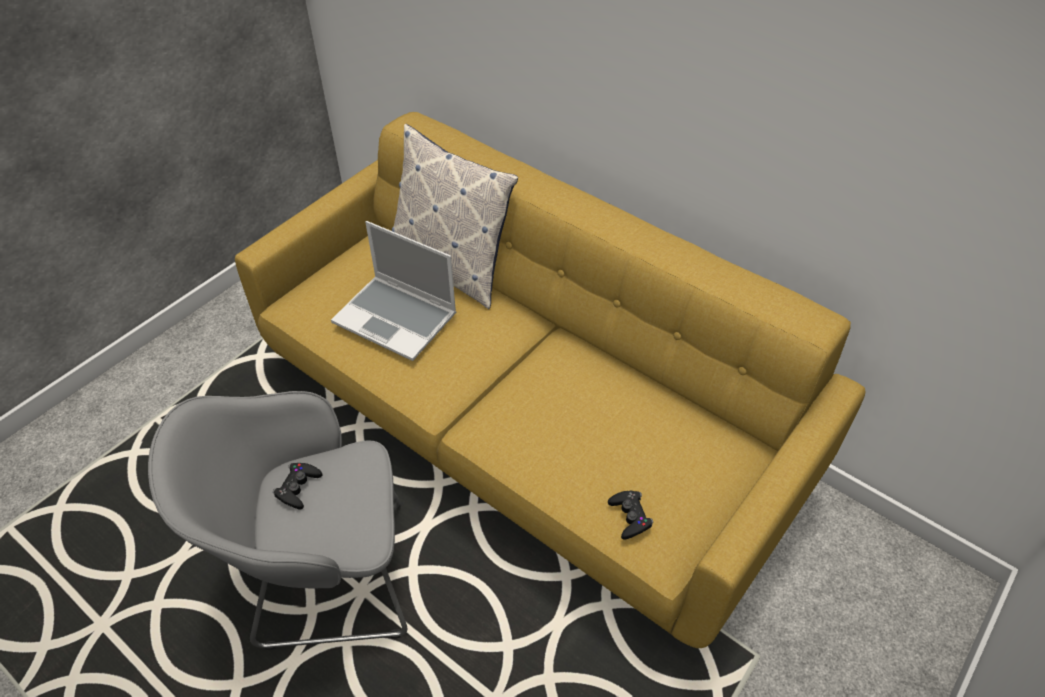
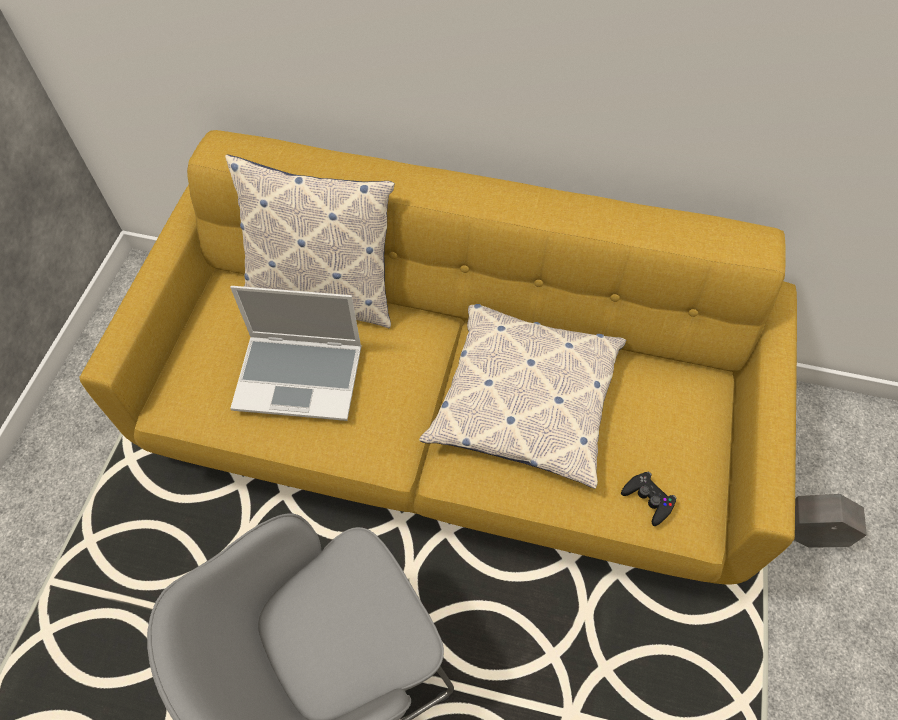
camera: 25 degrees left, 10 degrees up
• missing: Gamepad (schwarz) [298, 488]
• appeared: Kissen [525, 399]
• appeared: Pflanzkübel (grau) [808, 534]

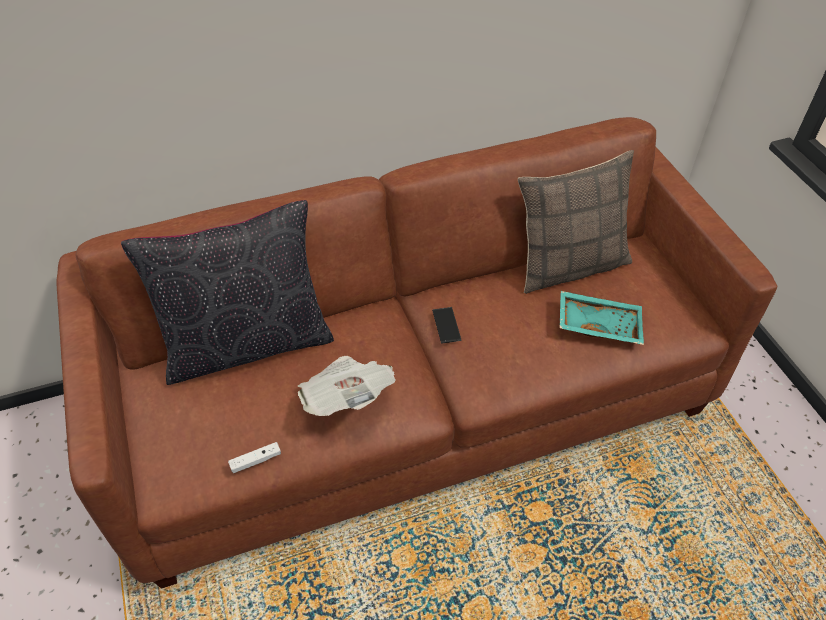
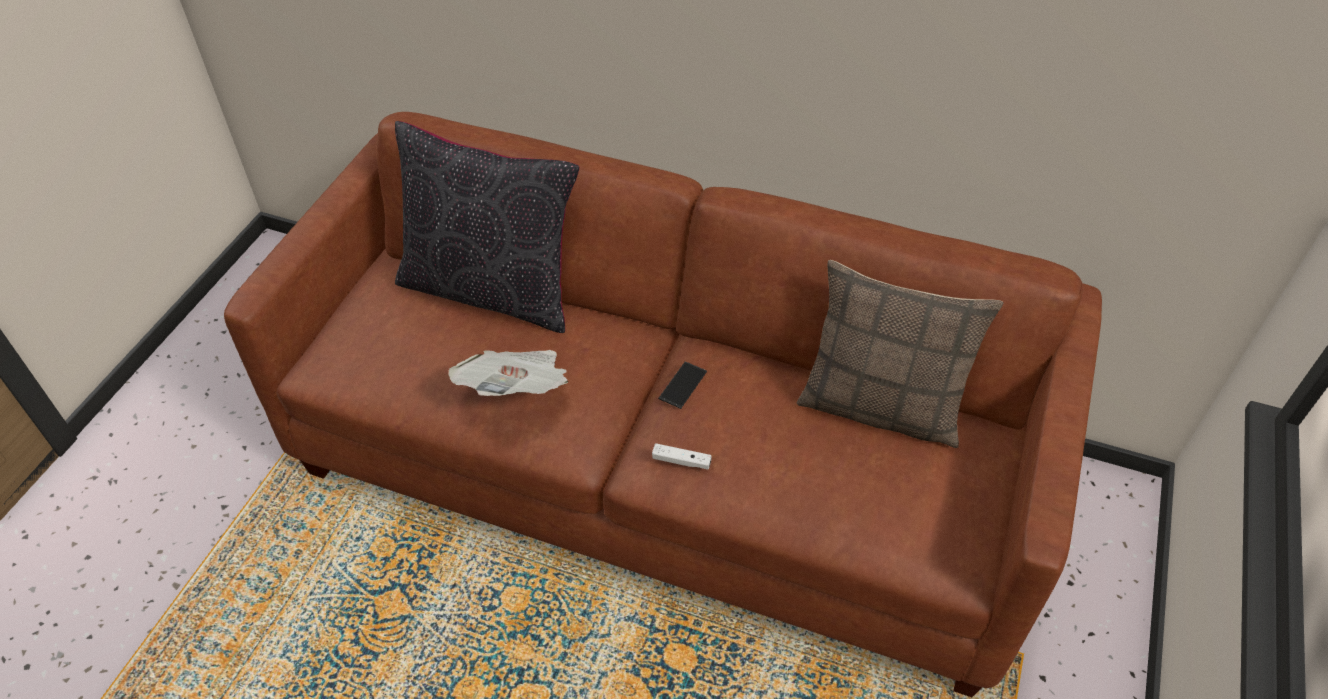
camera: 40 degrees right, 0 degrees up
• missing: Tablett (türkis) [599, 324]
• relocated: Gamepad (weiß) [255, 461] to [681, 461]

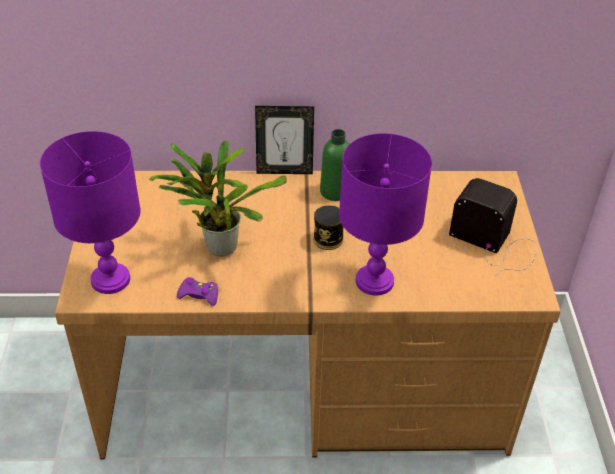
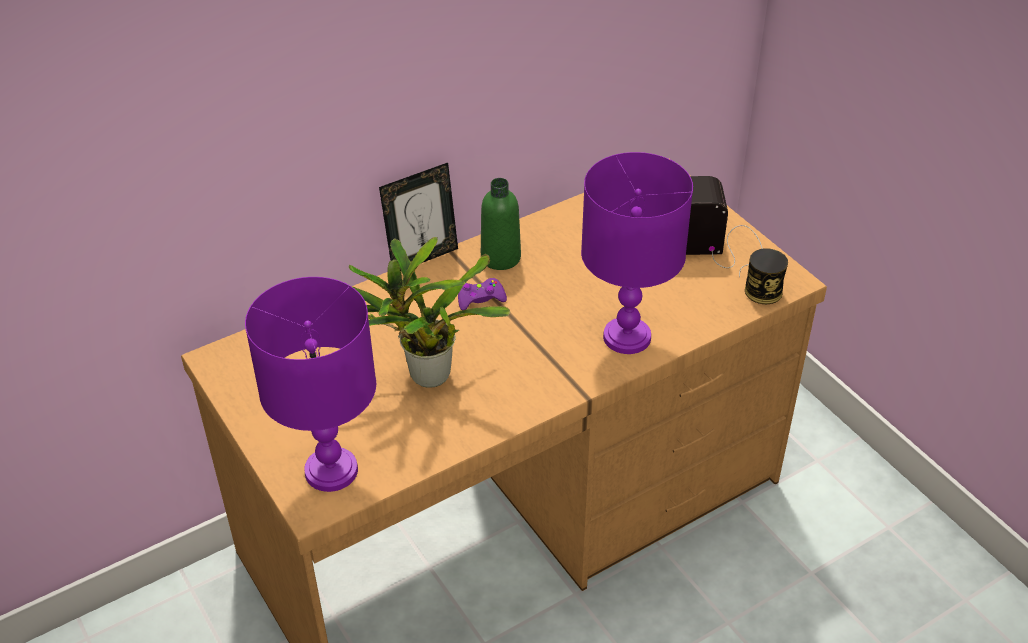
camera: 30 degrees left, 0 degrees up
• relocated: Gamepad (lila) [199, 295] to [480, 299]
• relocated: Dose [328, 239] to [763, 291]

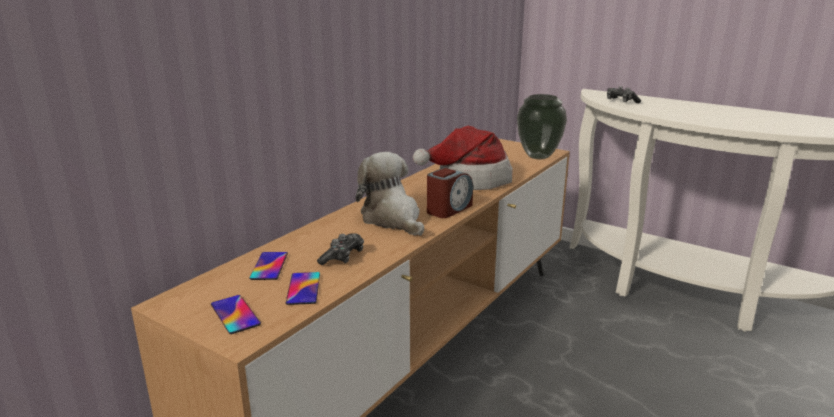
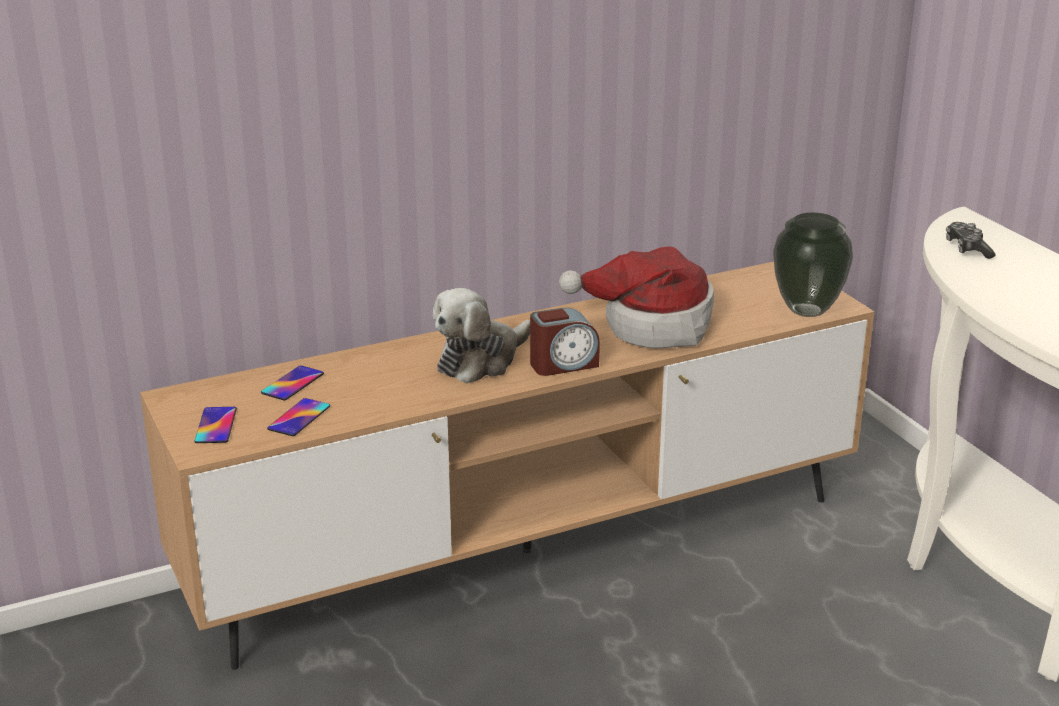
camera: 30 degrees right, 5 degrees up
• missing: Gamepad [343, 257]
• spun: Plüschtier [392, 219] = [481, 360] 135 degrees counterclockwise

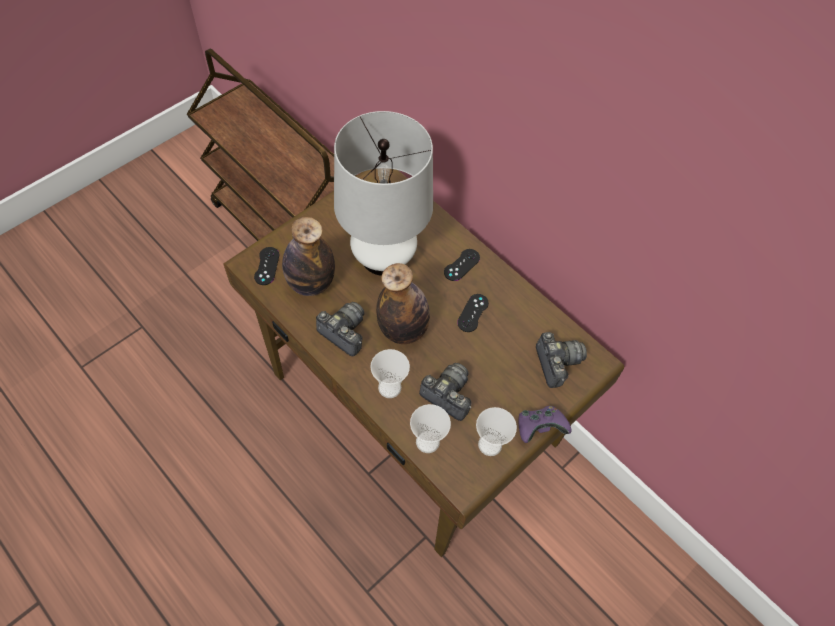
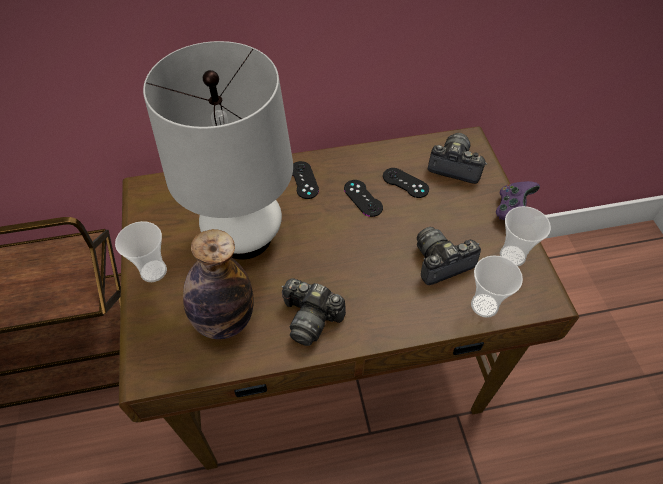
camera: 55 degrees left, 5 degrees down
• missing: Flasche [403, 329]
• relocated: Gamepad (schwarz) [267, 266] to [405, 183]
• relocated: Tasse [389, 387] to [153, 271]
• spun: Kamera [344, 333] = [311, 318] 135 degrees counterclockwise

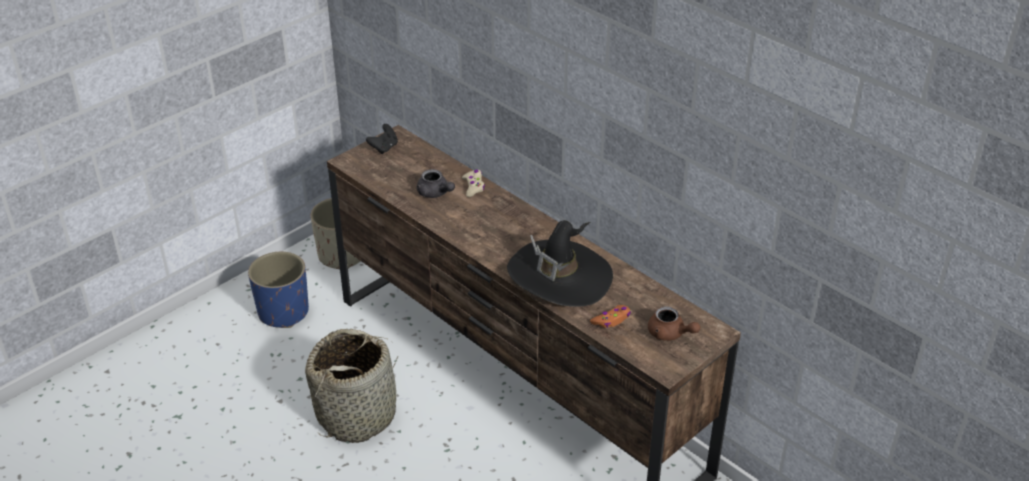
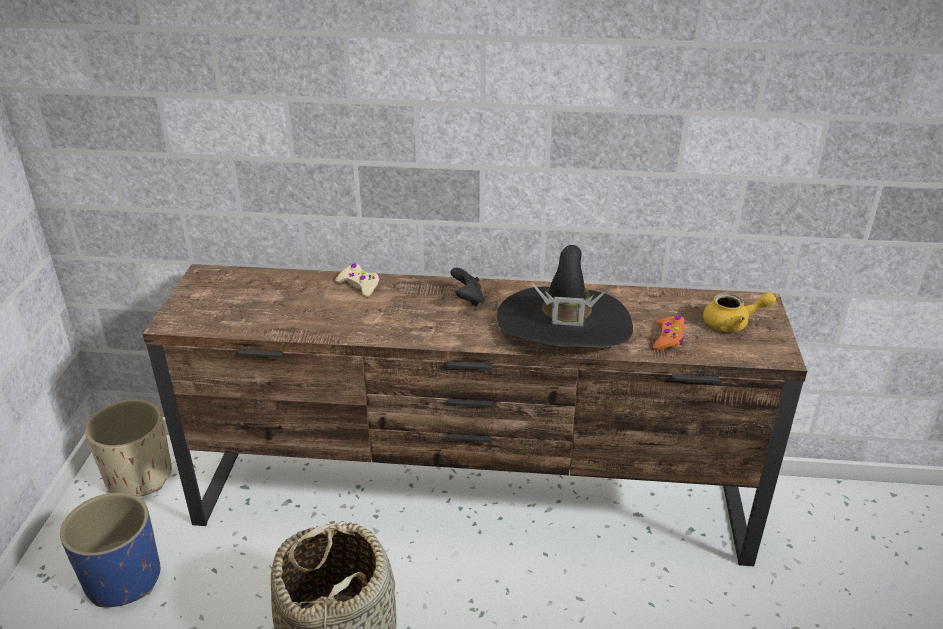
camera: 40 degrees left, 5 degrees down
• missing: Teekanne (grau) [435, 193]
• relocated: Gamepad (schwarz) [384, 148] to [467, 299]
• colour: Teekanne (braun) [670, 334] to Teekanne (gelb) [732, 323]

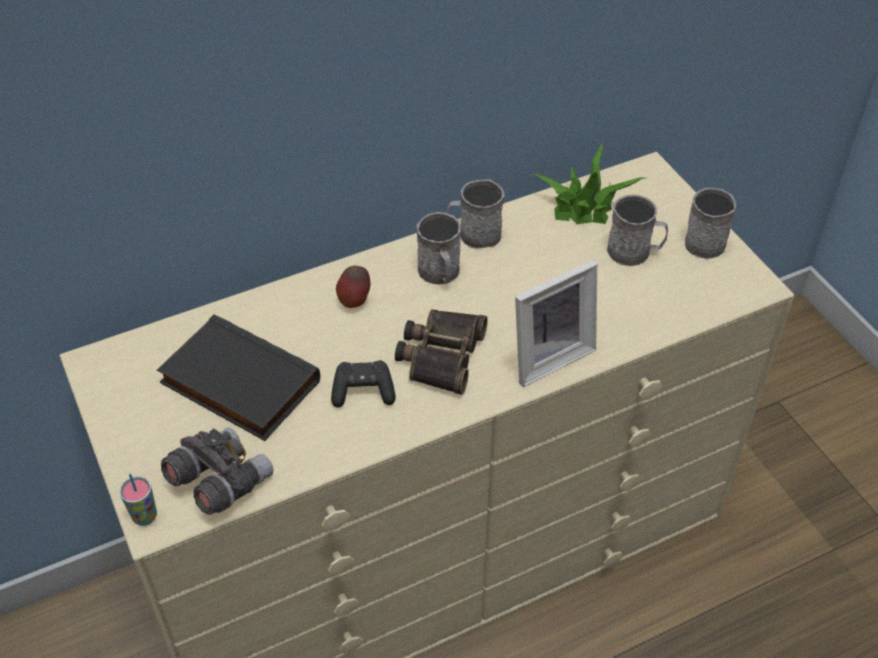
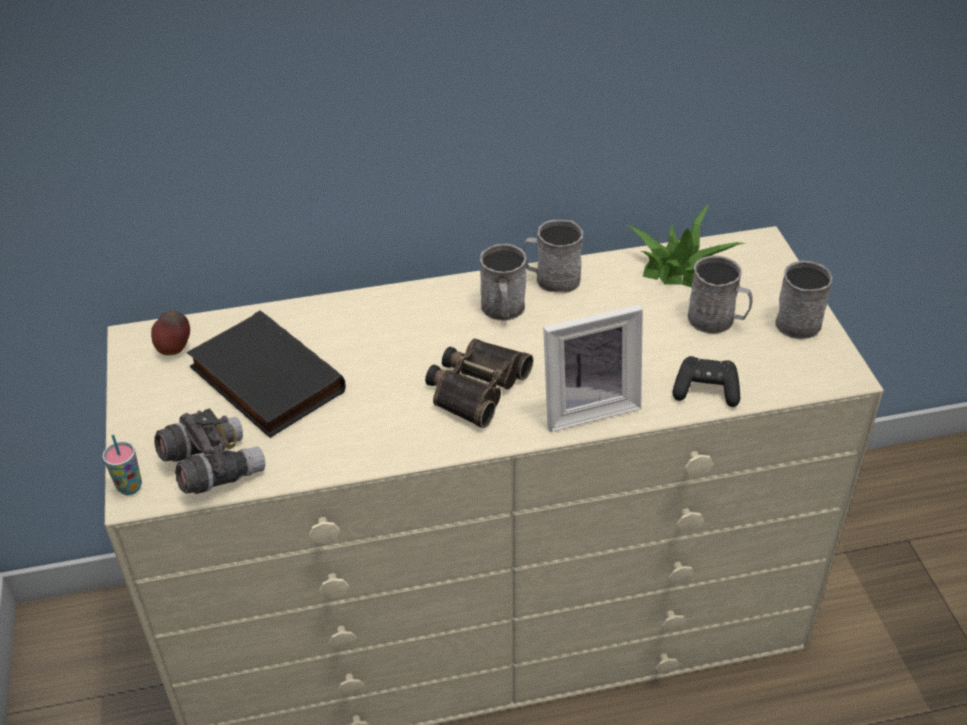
camera: 15 degrees right, 5 degrees down
• relocated: Gamepad (schwarz) [363, 391] to [706, 390]
• relocated: Apfel [355, 301] to [175, 350]

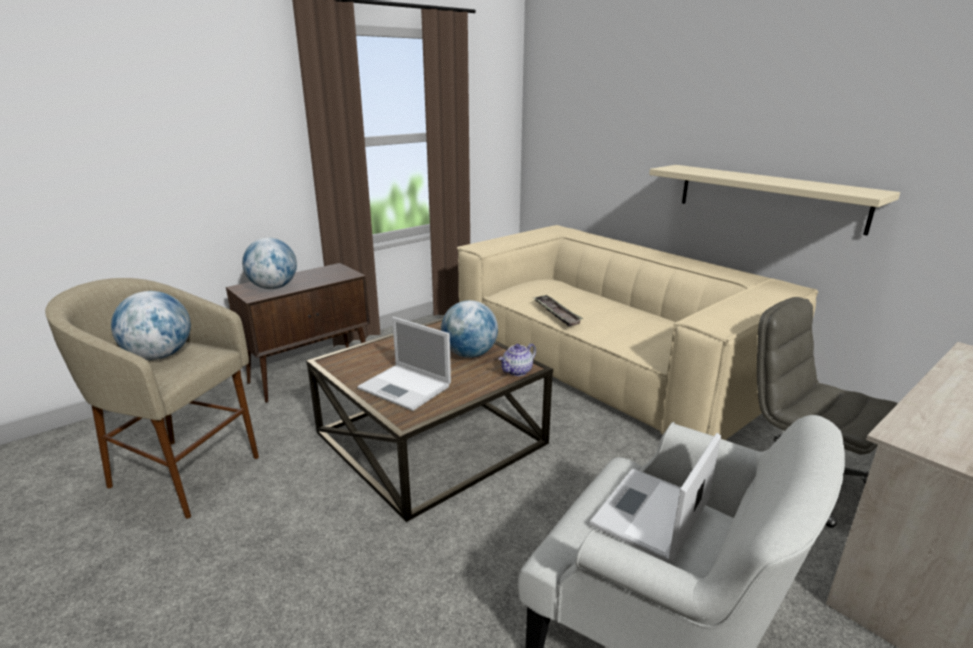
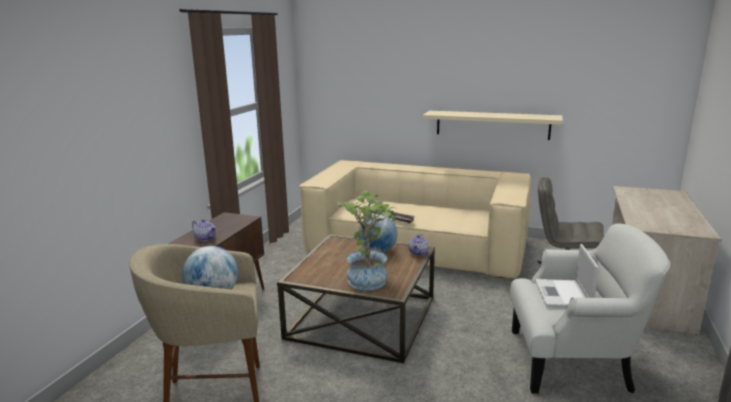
camera: 30 degrees left, 5 degrees down
• exchanged: Globus [273, 287] to Teekanne [205, 238]
• exchanged: Laptop [406, 387] to Topfpflanze [369, 278]

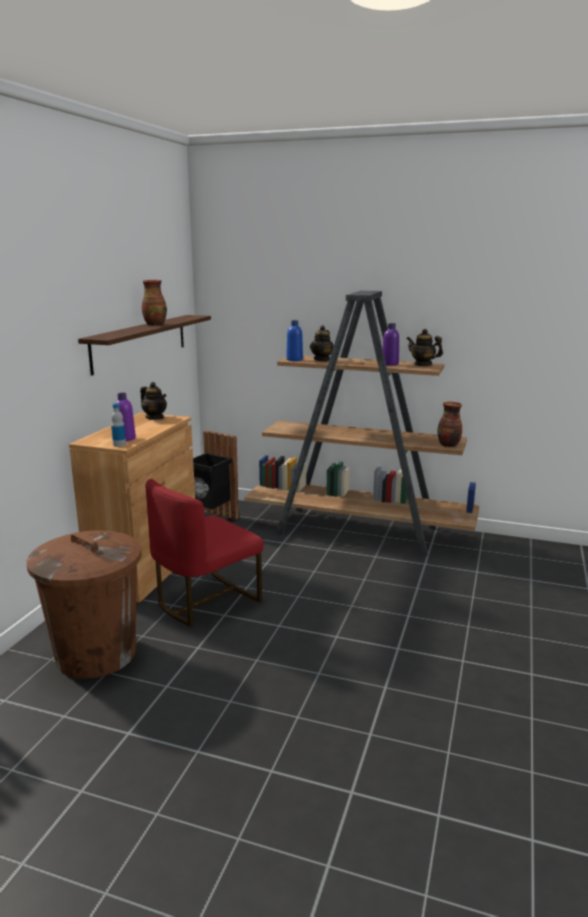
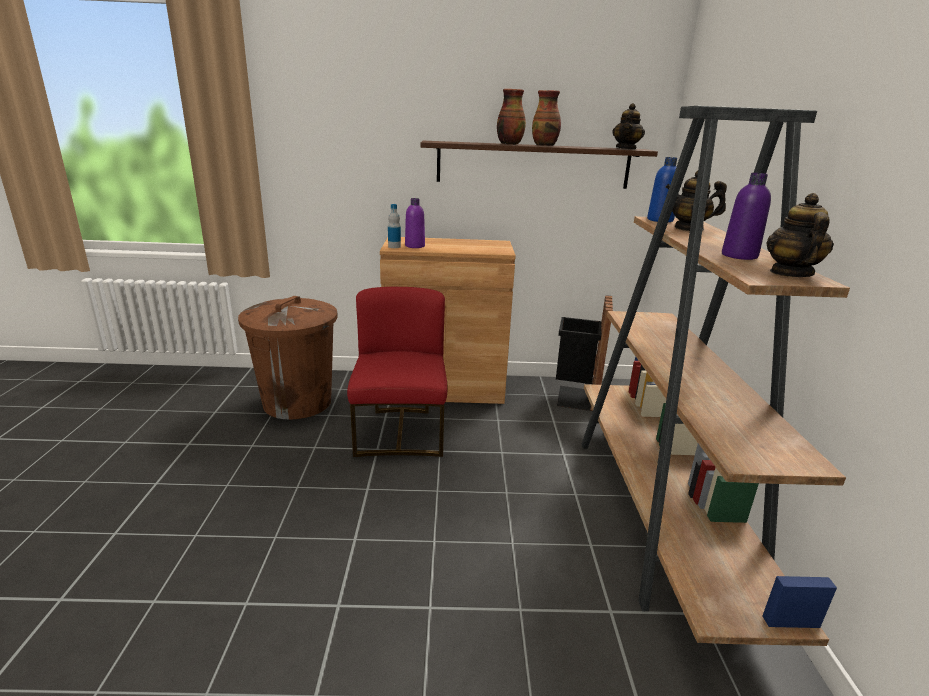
camera: 70 degrees right, 5 degrees up
• relocated: Teekanne [155, 417] to [626, 148]
• relocated: Vase [448, 445] to [509, 144]
• spun: Stuhl (rot) [206, 600] = [400, 432] 60 degrees clockwise

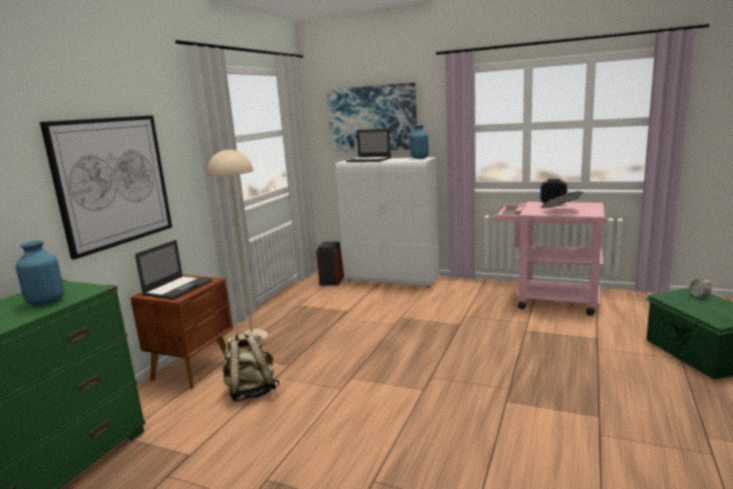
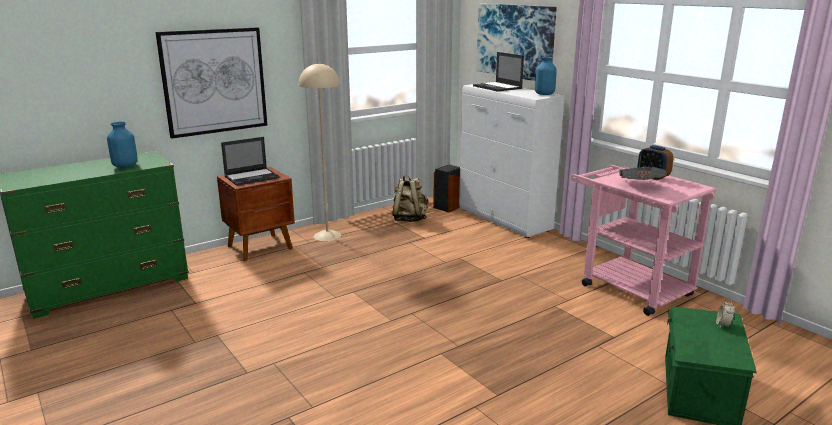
camera: 30 degrees right, 5 degrees up
• relocated: Rucksack (beige) [251, 391] to [409, 219]

